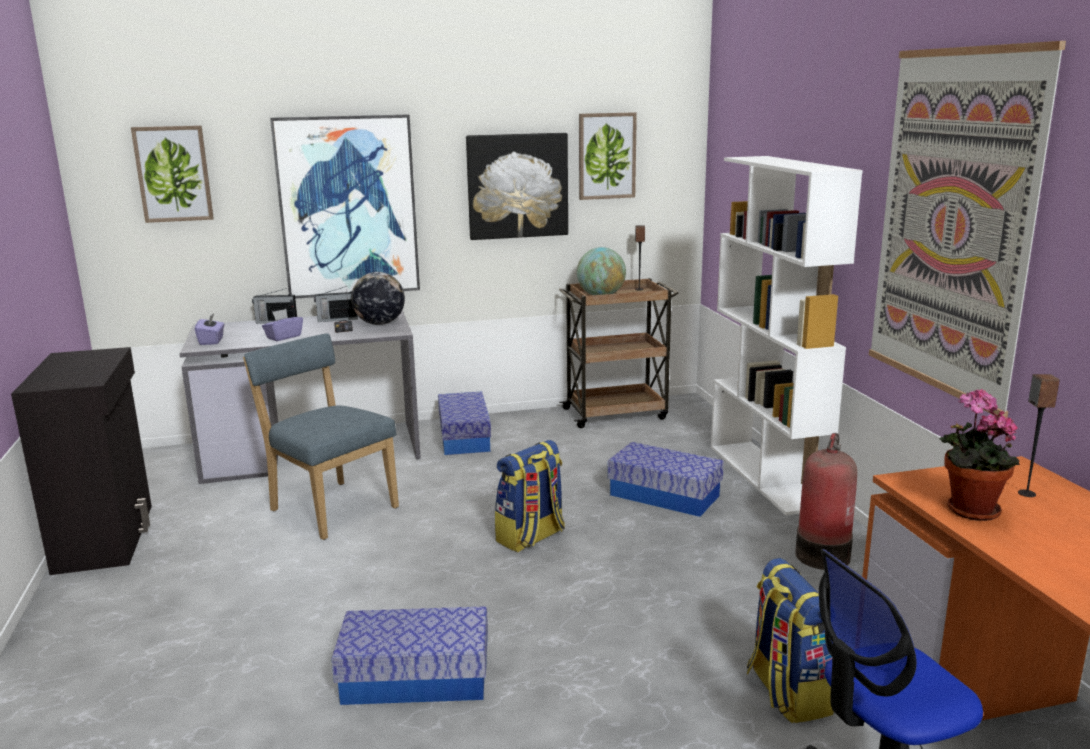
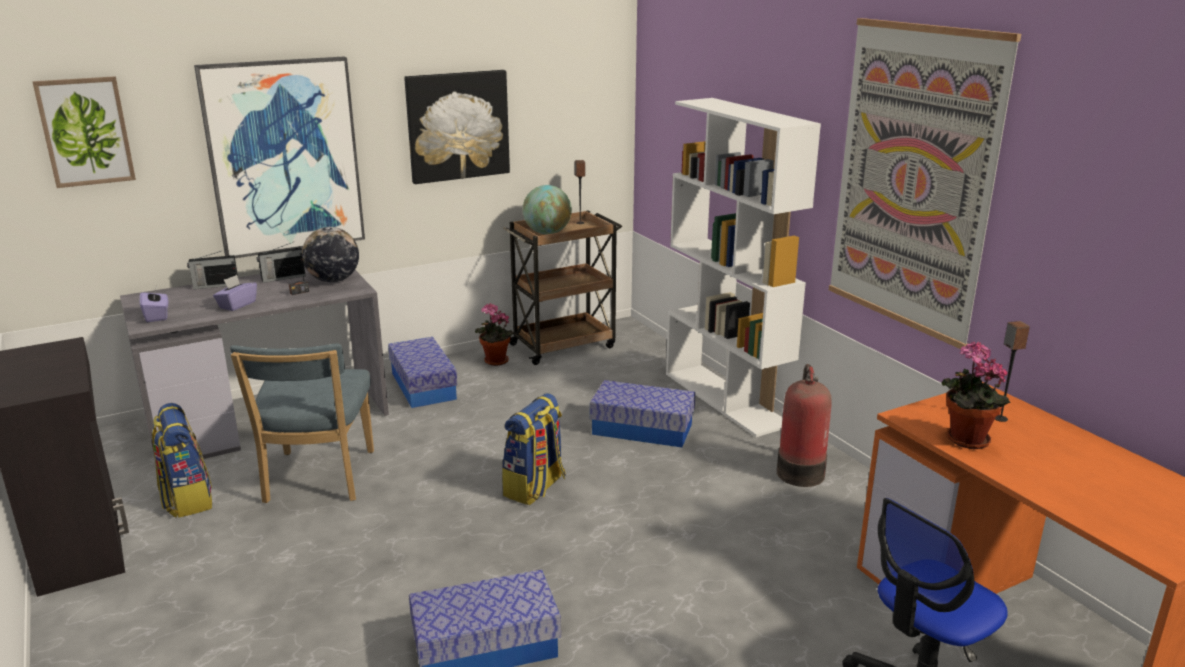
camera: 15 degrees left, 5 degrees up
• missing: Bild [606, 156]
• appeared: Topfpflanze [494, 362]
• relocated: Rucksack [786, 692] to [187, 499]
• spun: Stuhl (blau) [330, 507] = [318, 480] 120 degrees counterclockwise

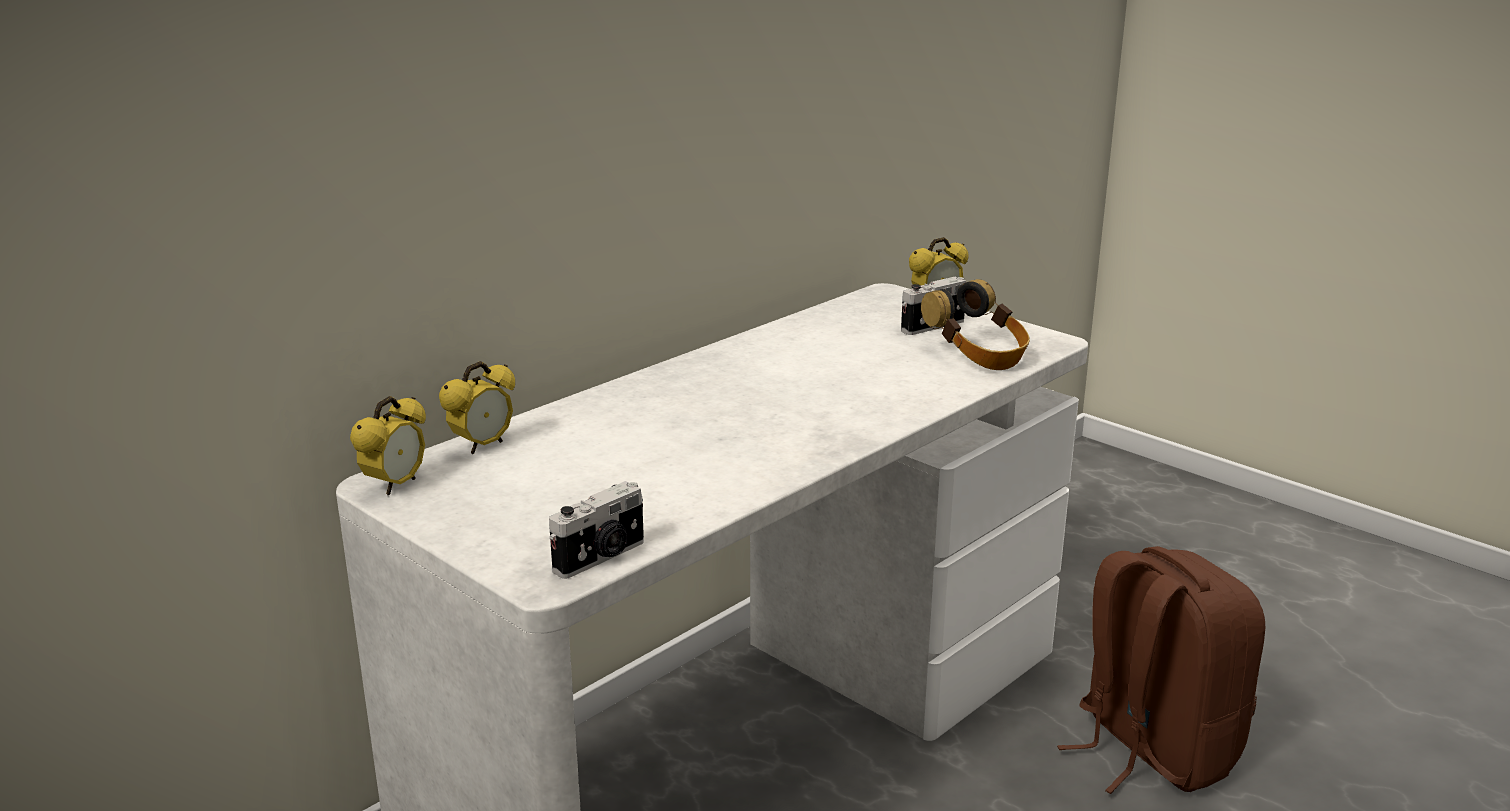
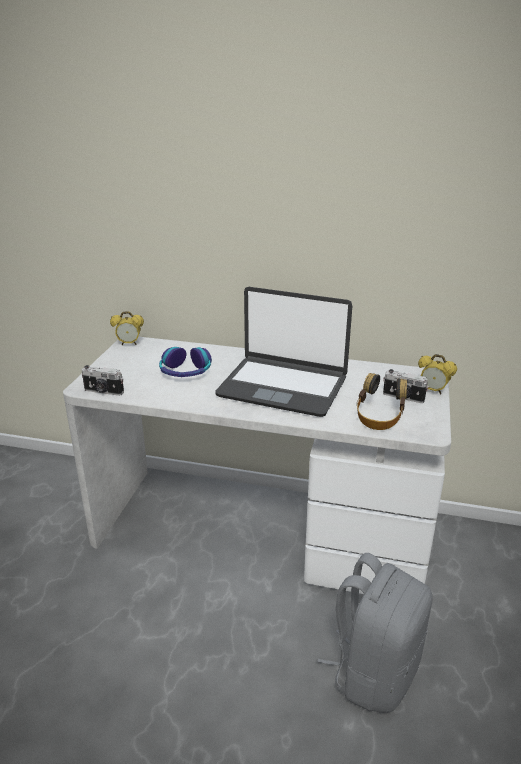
camera: 60 degrees right, 5 degrees up
• missing: Wecker [482, 446]
• appeared: Kopfhörer [185, 372]
• appeared: Laptop [283, 387]
• colour: Rucksack (braun) [1151, 749] to Rucksack (grau) [374, 672]

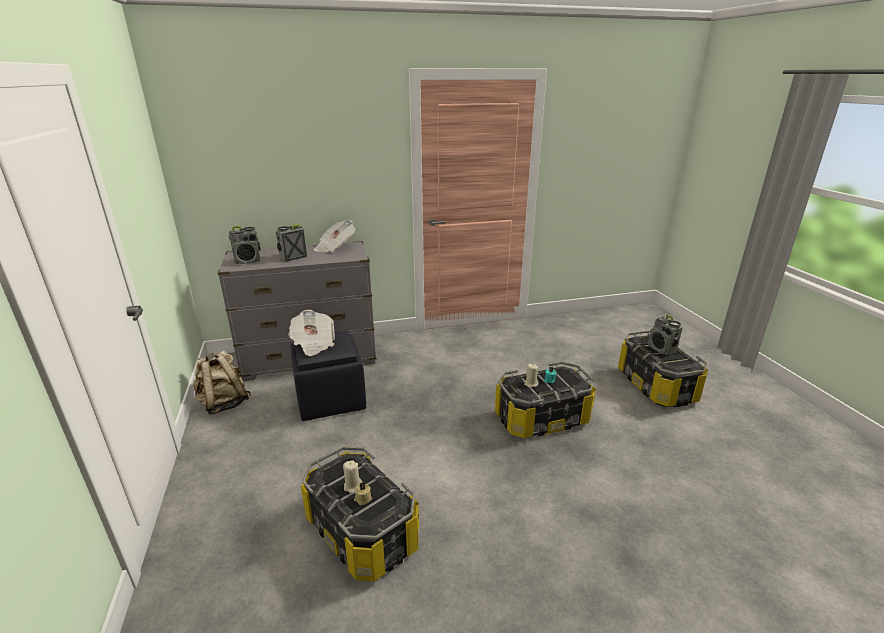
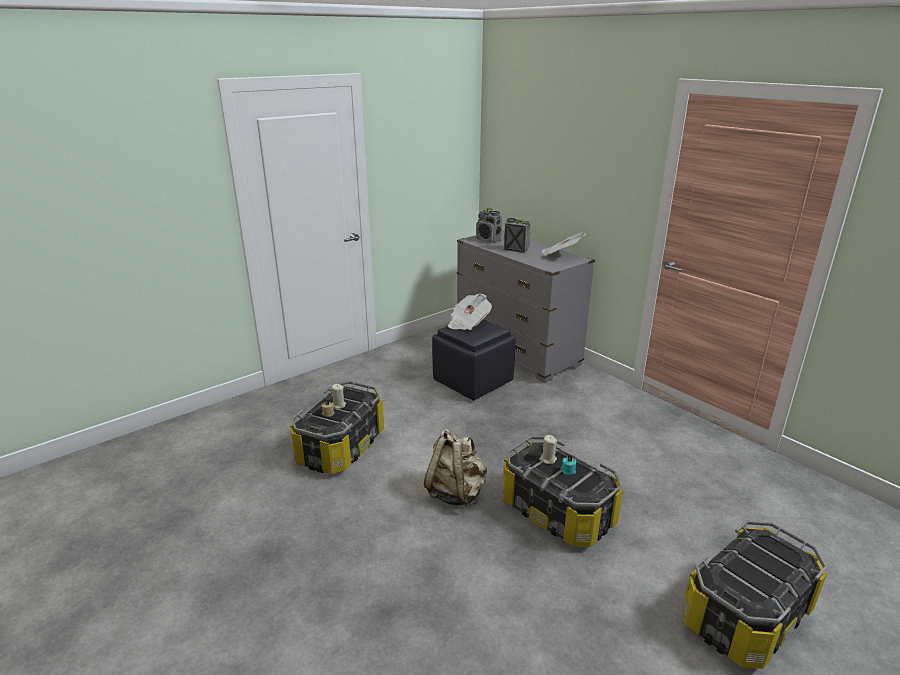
camera: 65 degrees right, 0 degrees up
• missing: Radio [661, 349]
• relocated: Rucksack (beige) [224, 404] to [456, 492]

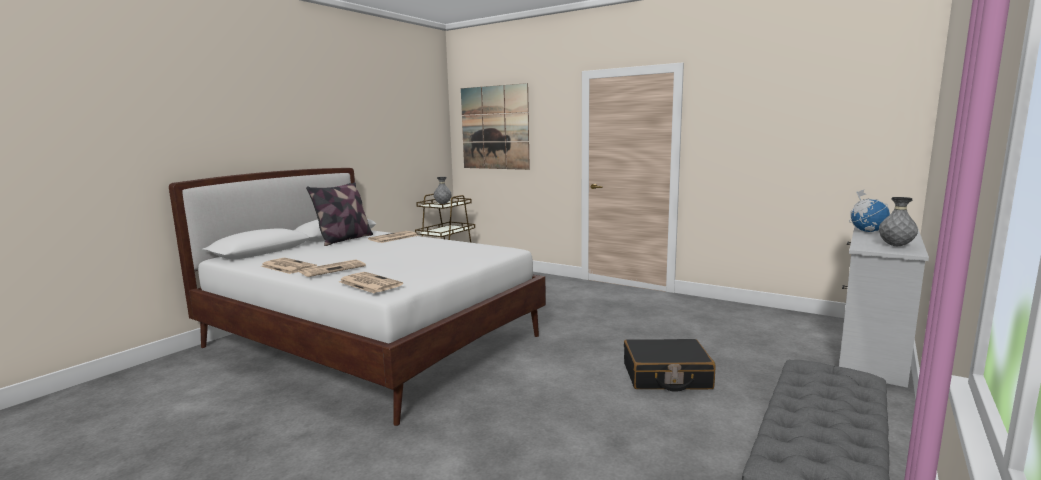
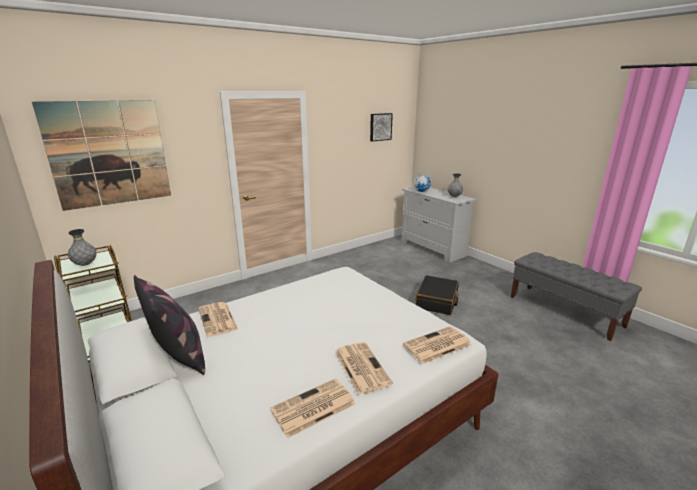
camera: 70 degrees left, 10 degrees up
• appeared: Bild [380, 127]

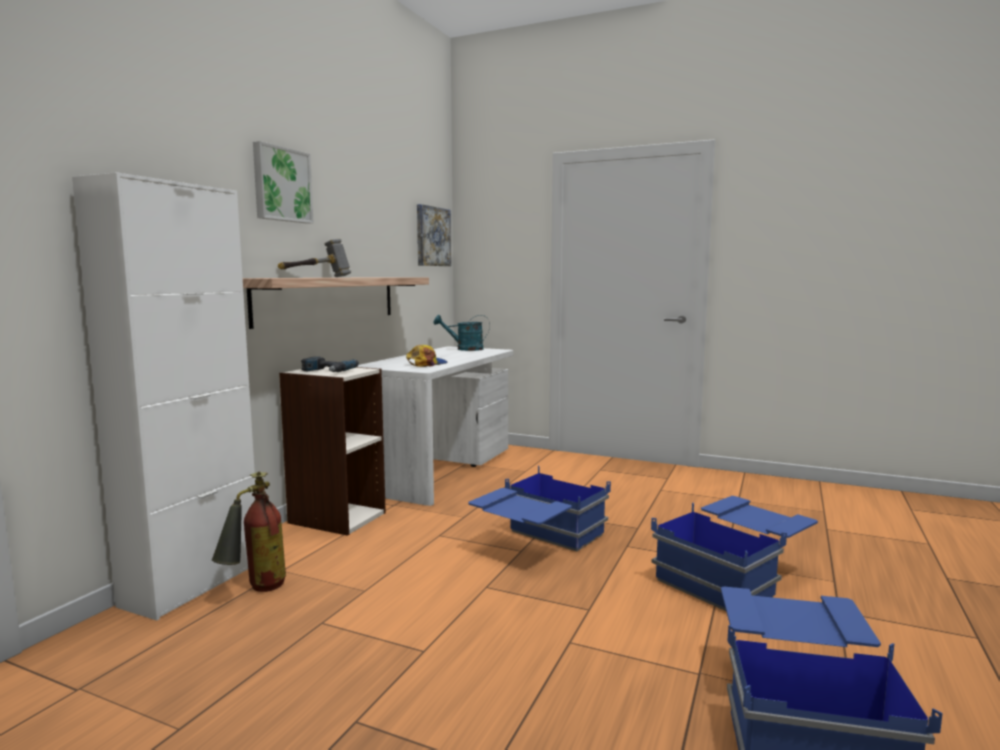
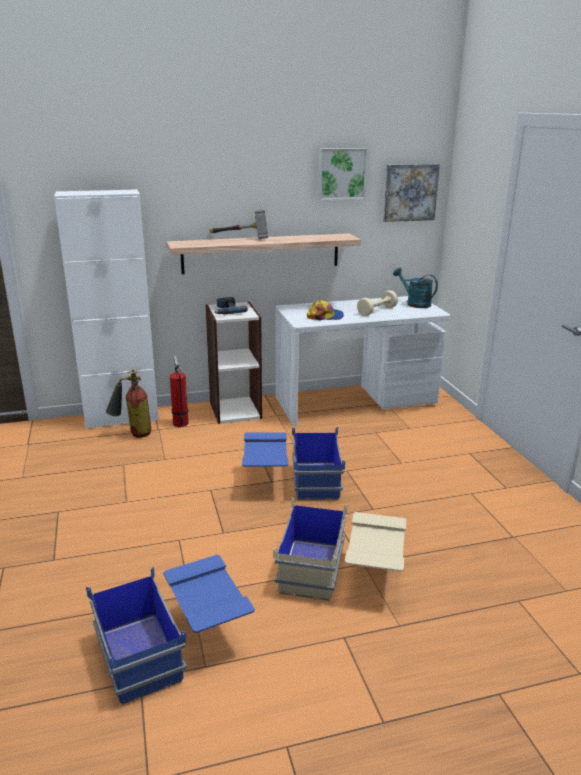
camera: 50 degrees right, 15 degrees up
• appeared: Feuerlöscher [180, 422]
• appeared: Hantel (beige) [377, 311]
• relocated: Bild [281, 185] to [341, 174]
• colour: Aufbewahrungsbox (blau) [734, 577] to Aufbewahrungsbox (beige) [341, 575]

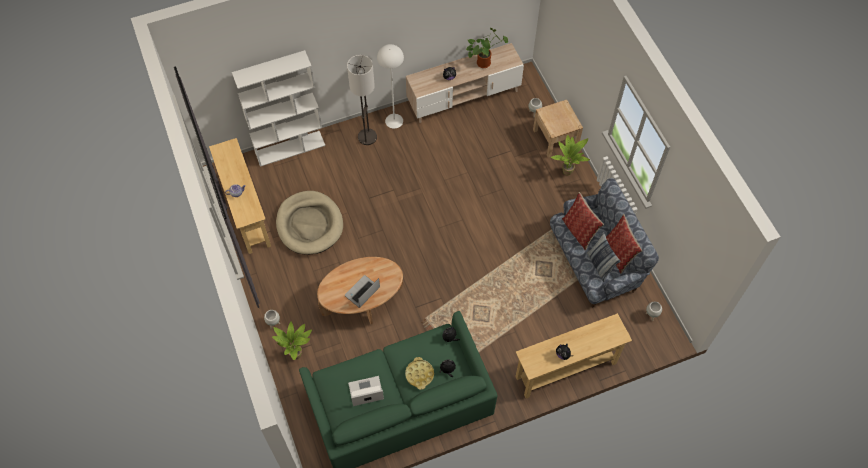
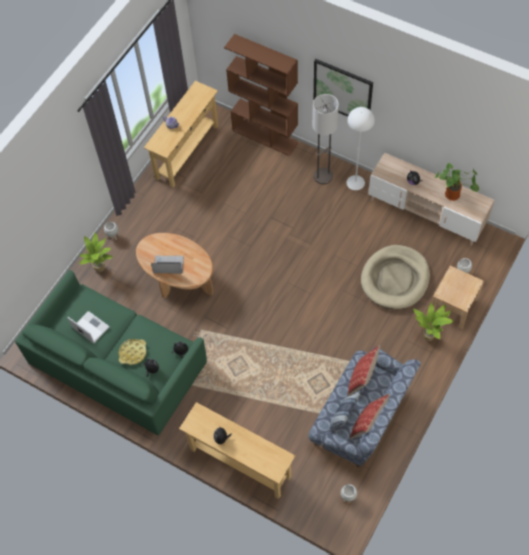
camera: 55 degrees right, 0 degrees up
• appeared: Bild [343, 91]
• relocated: Hundebett (beige) [309, 224] to [395, 279]
• colour: Bücherregal (weiß) [290, 148] to Bücherregal (braun) [265, 136]

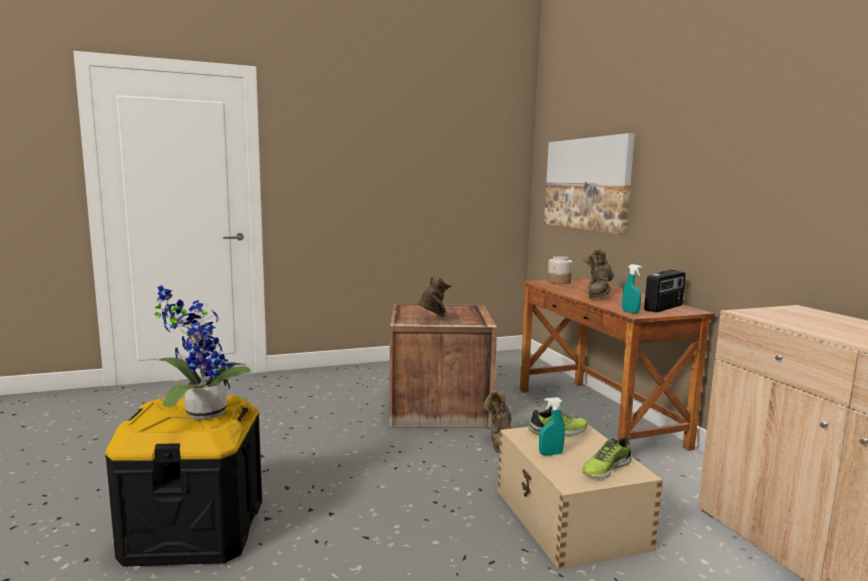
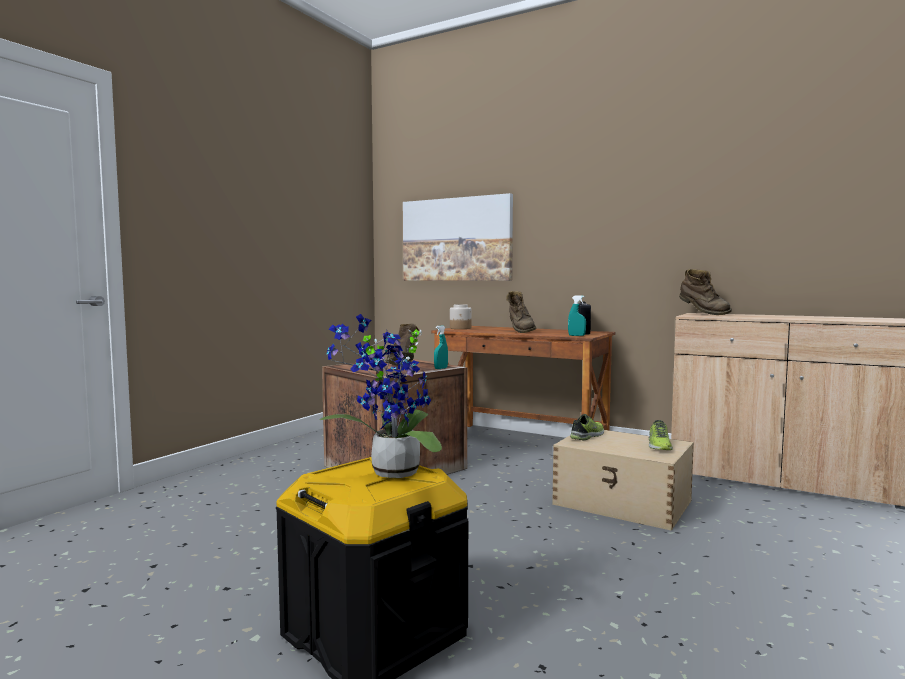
camera: 40 degrees left, 5 degrees down
• relocated: Stiefel (braun) [500, 441] to [702, 314]
• relocated: Sprühflasche (türkis) [550, 454] to [441, 368]

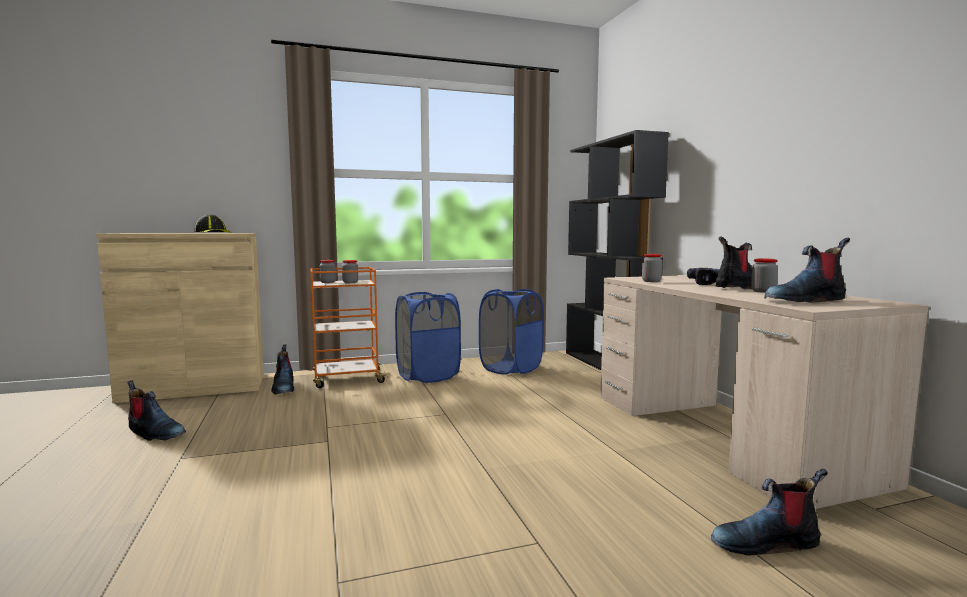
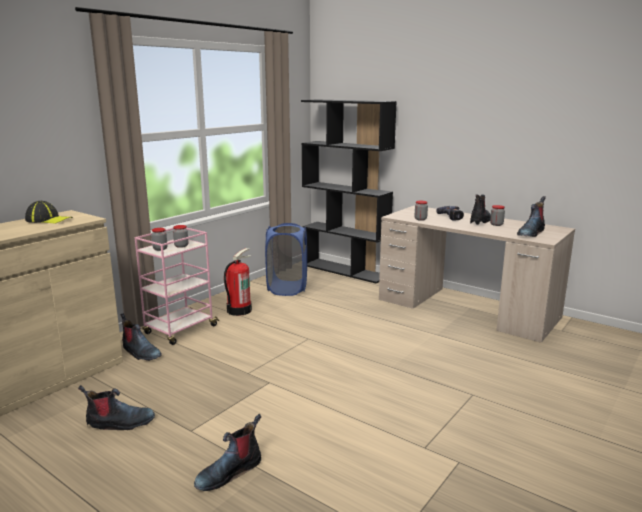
camera: 35 degrees left, 10 degrees up
• relocated: Stiefel [765, 542] to [229, 472]
• exchanged: Wäschekorb (blau) [428, 375] to Feuerlöscher [239, 310]
• colour: Rollwagen (orange) [347, 379] to Rollwagen (rosa) [180, 330]

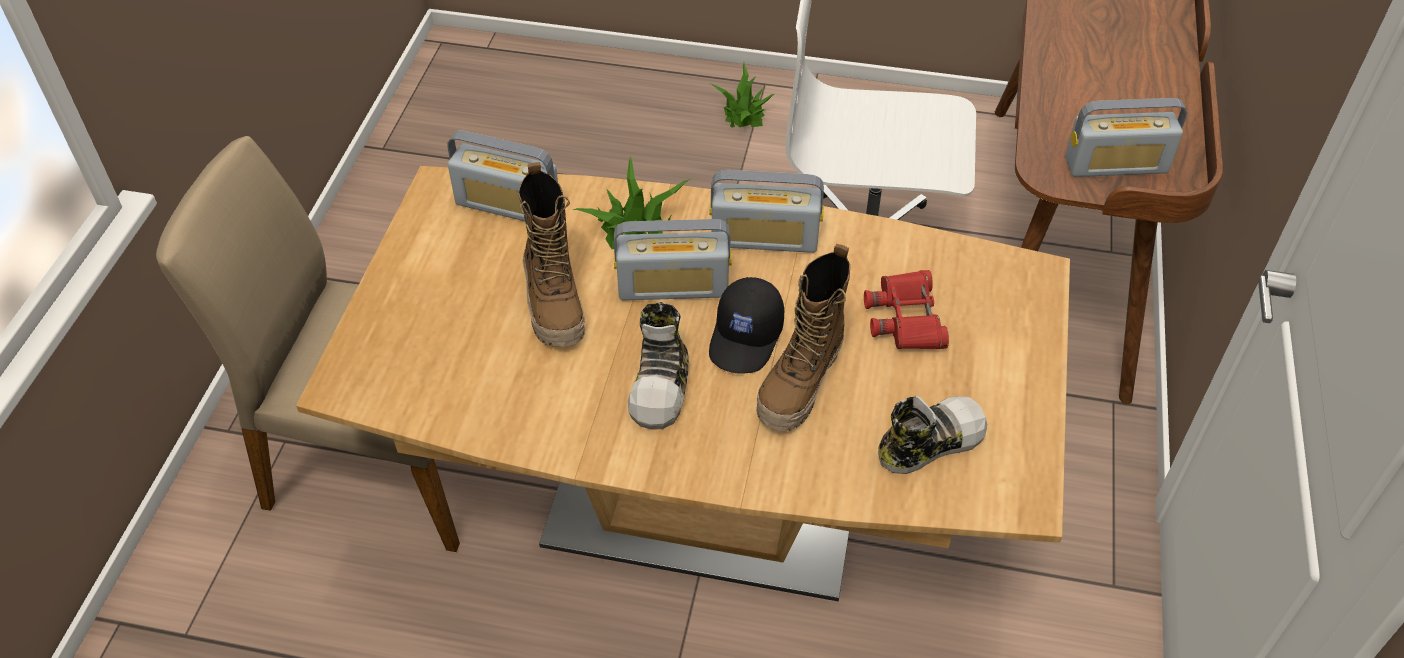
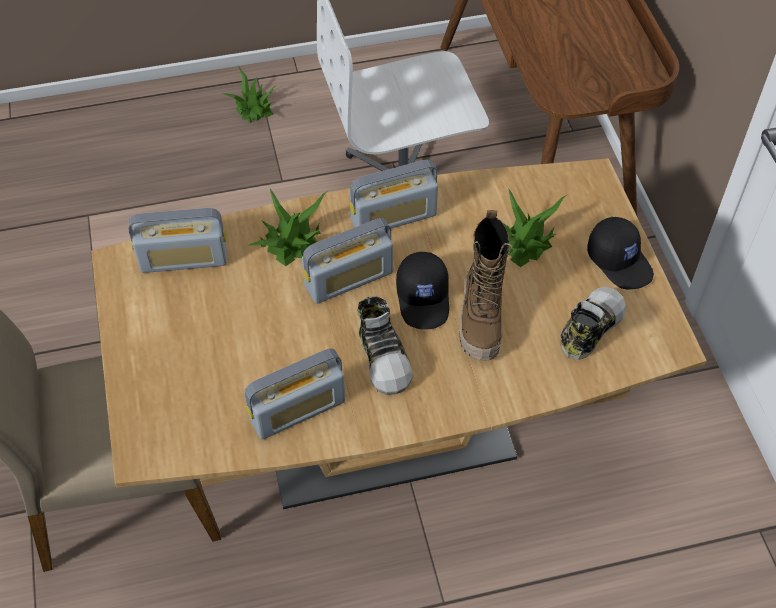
camera: 25 degrees left, 5 degrees up
• missing: Stiefel [554, 304]
• appeared: Kappe (schwarz) [620, 261]
• relocated: Radio [1116, 165] to [297, 410]
• exchanged: Fernglas (rot) [906, 318] to Topfpflanze [525, 242]

